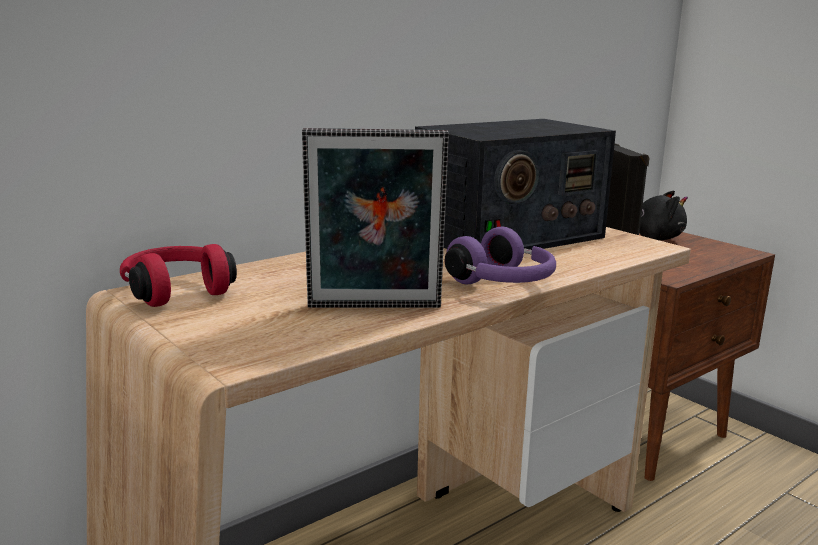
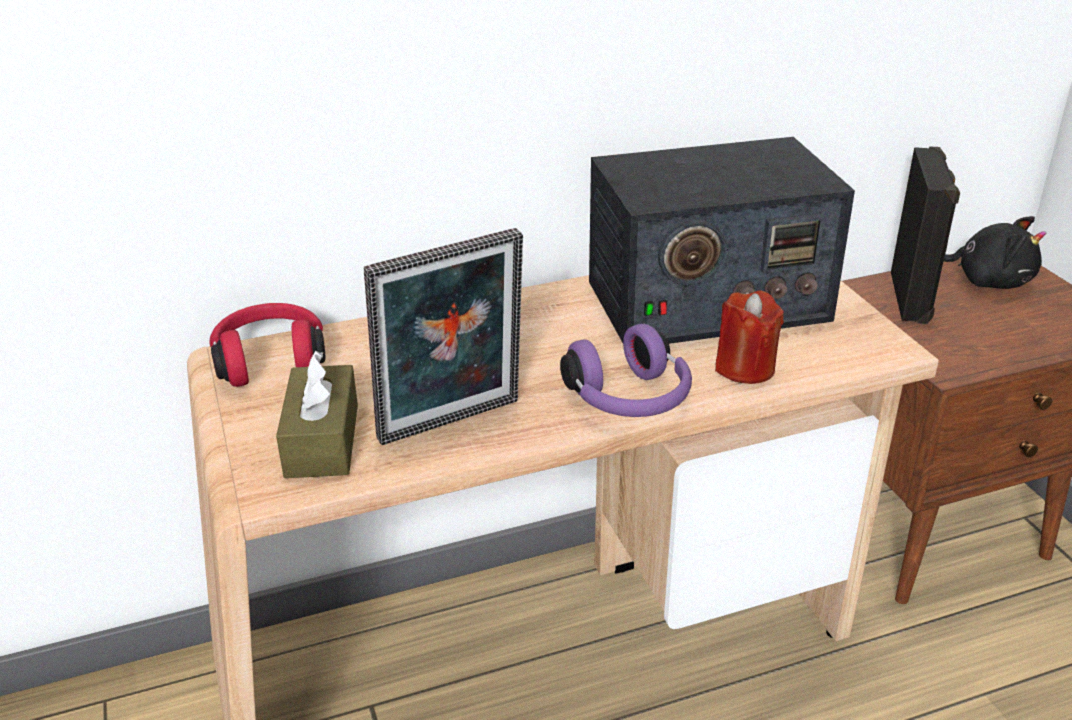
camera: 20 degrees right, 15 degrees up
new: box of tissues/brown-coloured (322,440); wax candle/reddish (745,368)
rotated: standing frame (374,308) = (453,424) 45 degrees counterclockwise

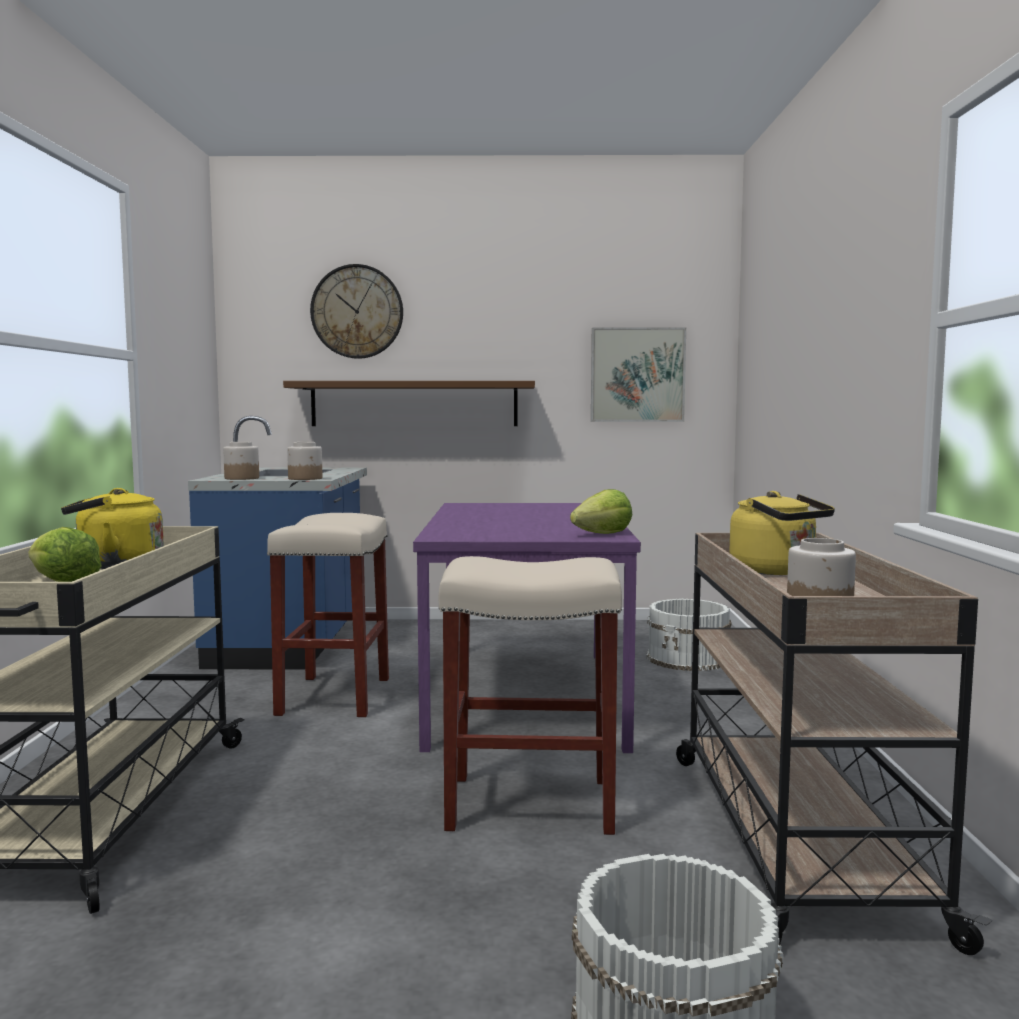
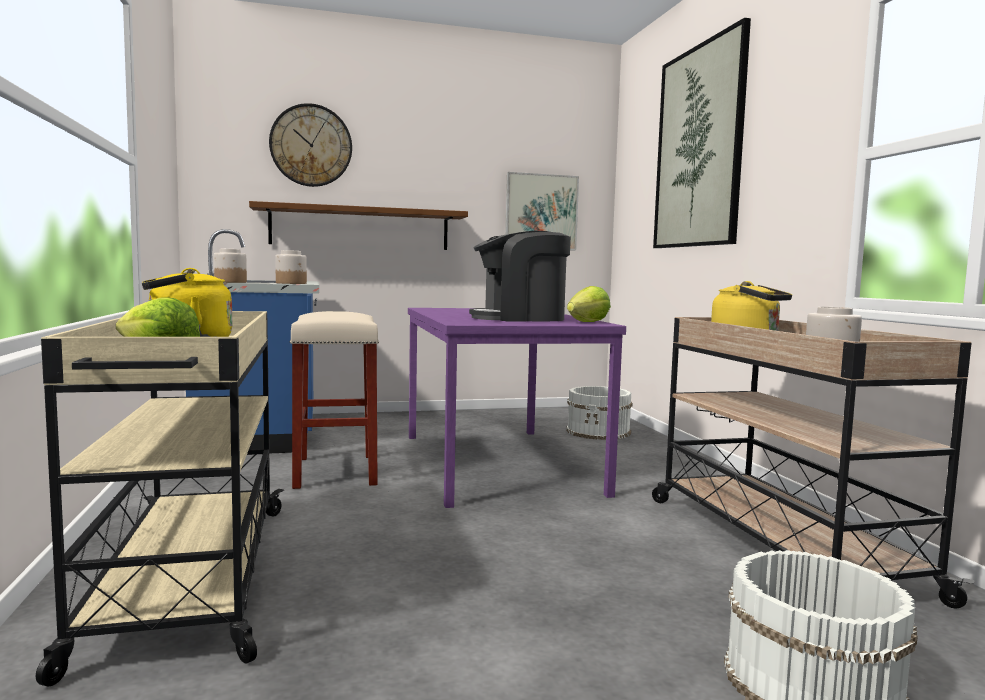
camera: 15 degrees left, 0 degrees up
gone: sitting stool/beige-coloured (527,804)
new: coffee maker (520,318); picture (699,147)

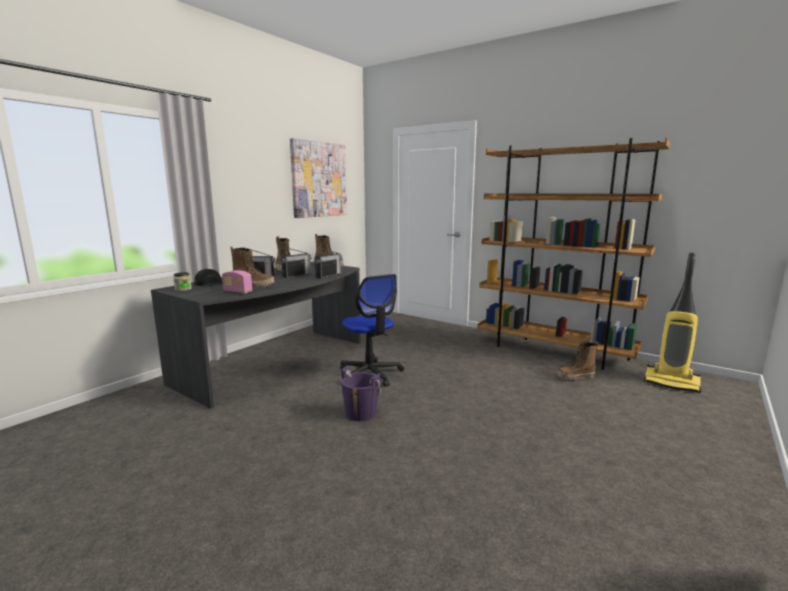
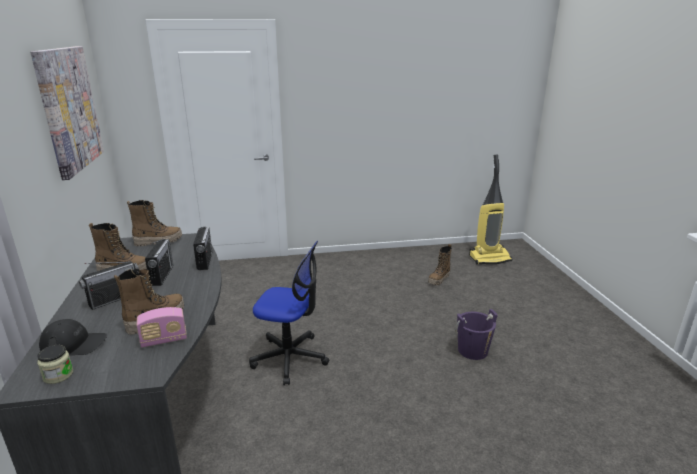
camera: 45 degrees left, 10 degrees up
gone: bookcase/brown-coloured (553,351)
shifted: bucket/purple (361,413) to (472,350)

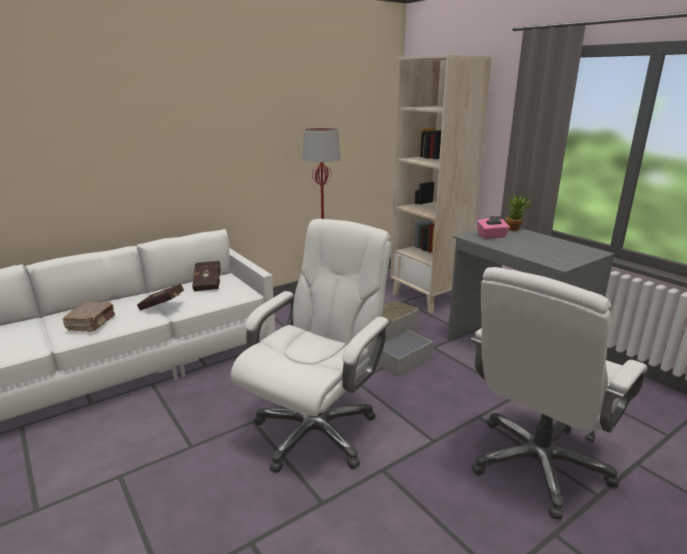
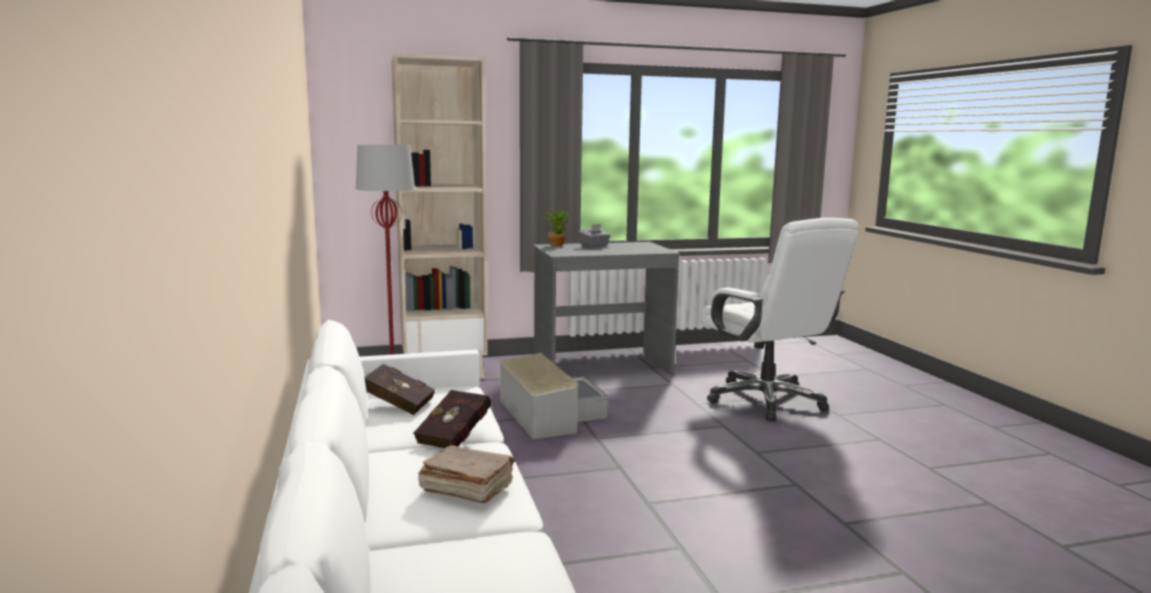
camera: 70 degrees left, 10 degrees down
gone: computer chair/white (316,431); box of tissues/pink-coloured (492,236)
new: box of tissues/gray (594,246)

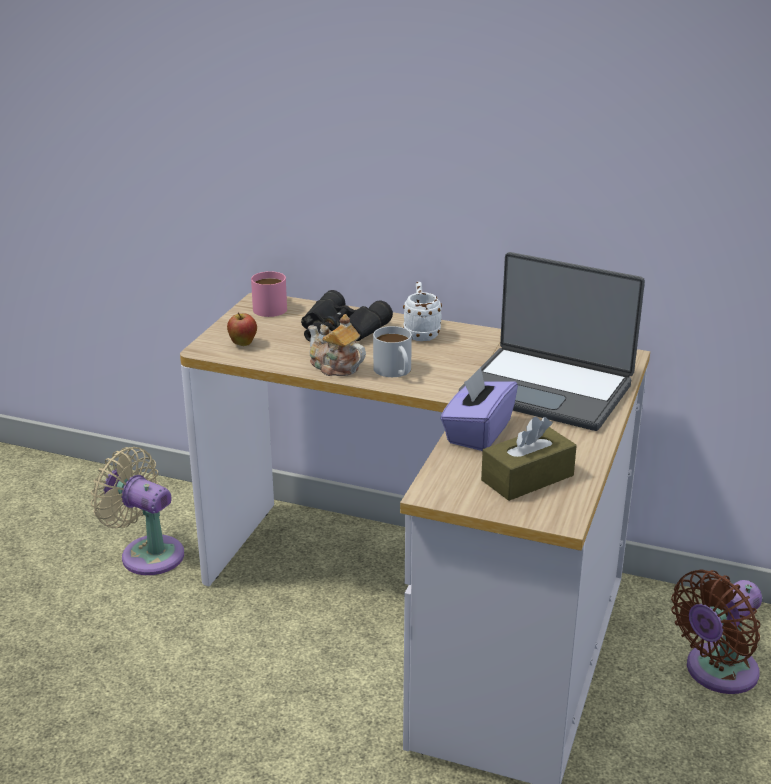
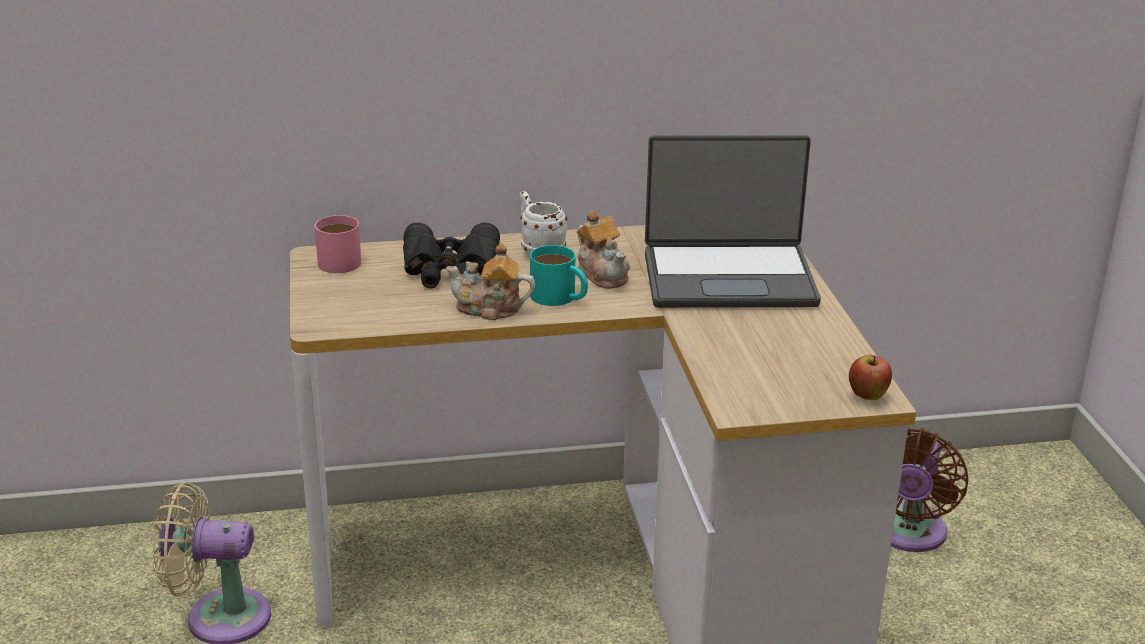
camera: 30 degrees left, 0 degrees up
gone: box of tissues/purple (477,433); box of tissues/brown-coloured (527,478)
new: teapot (603,274)
shifted: apple fruit (243,344) to (867,397)
repainted: mug/white (395,372) to mug/turquoise (560,298)

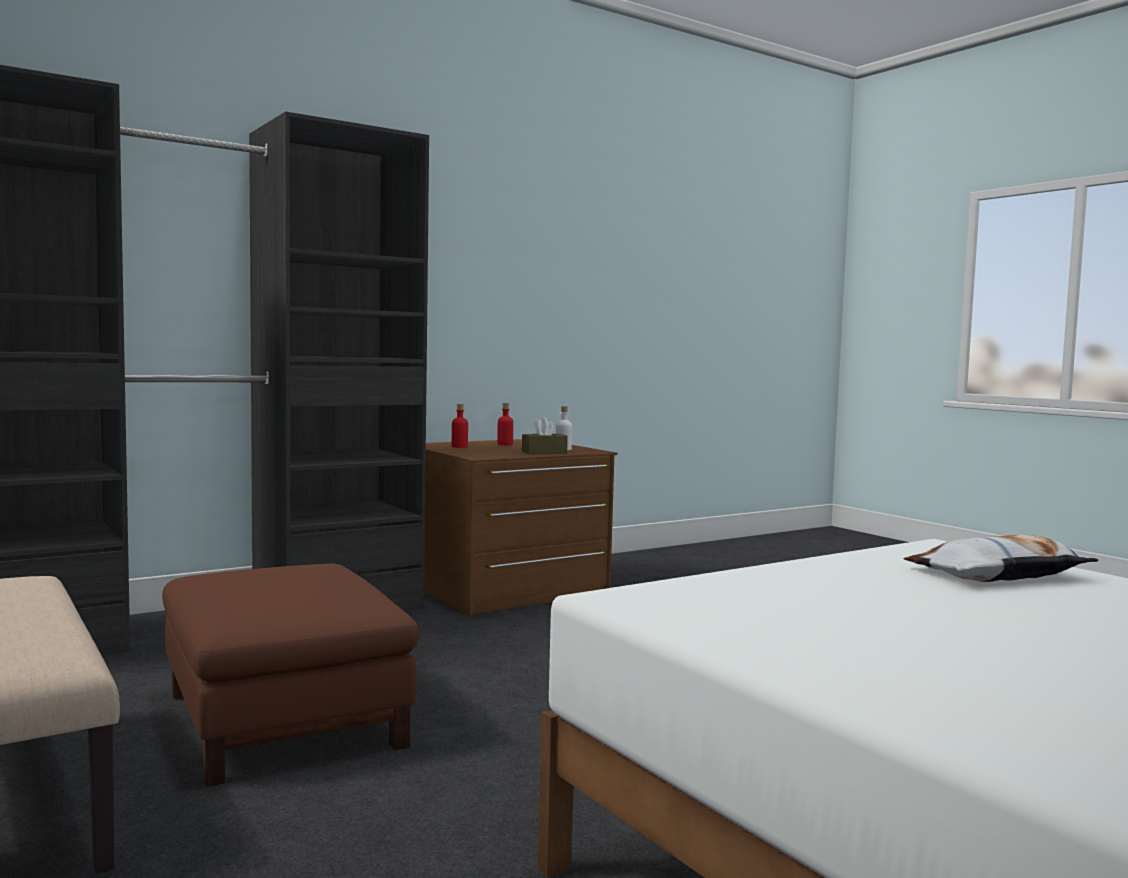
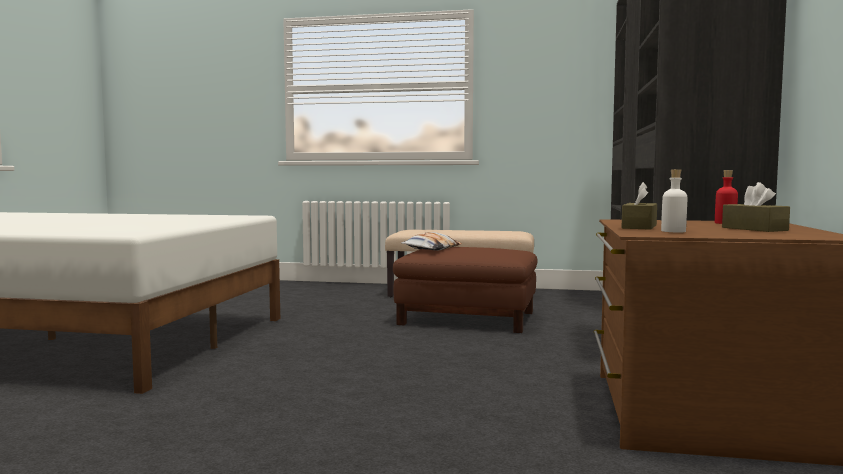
camera: 135 degrees right, 0 degrees up
shifted: throw pillow (997,575) to (432,249)
swapped: bottle/reddish (505,444) to box of tissues/brown-coloured (754,229)

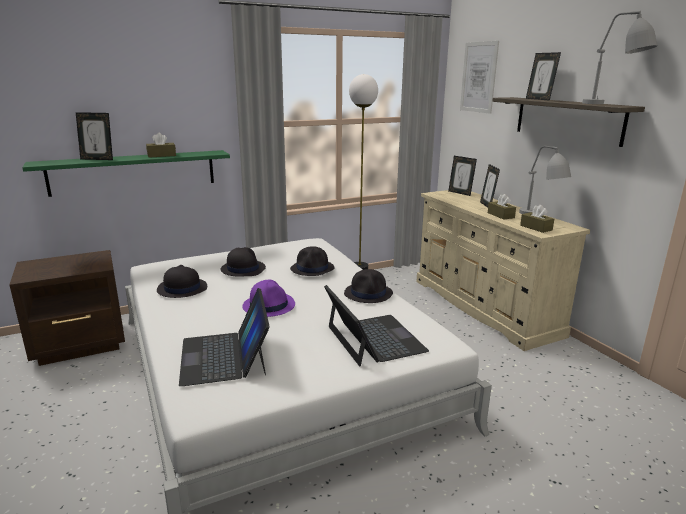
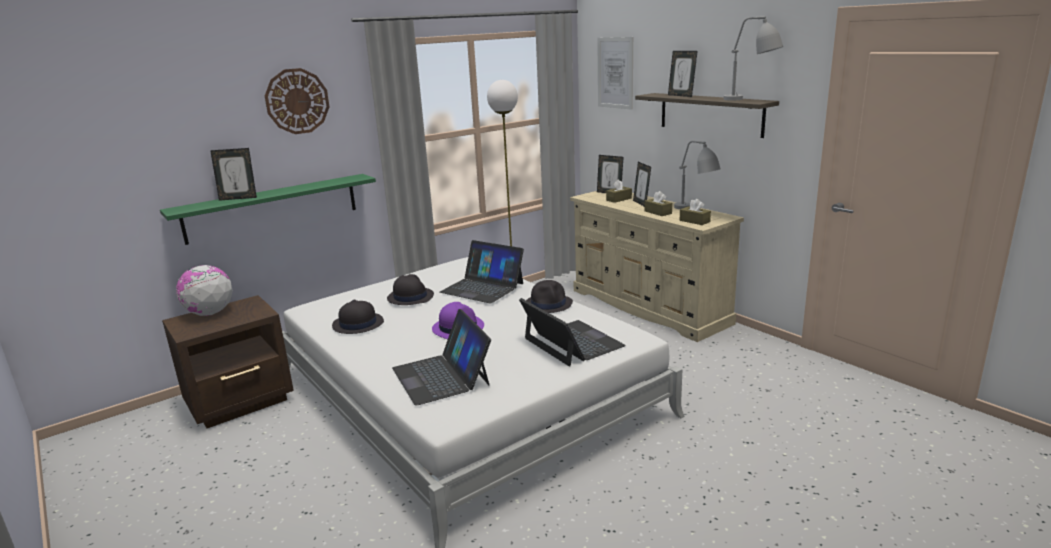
camera: 10 degrees left, 0 degrees up
new: desk globe (209,313); clock on the wall (297,101)
shifted: box of tissues/brown-coloured (161,155) to (619,199)
swapped: clothing hat/black-coloured (312,268) to portable computer (482,287)

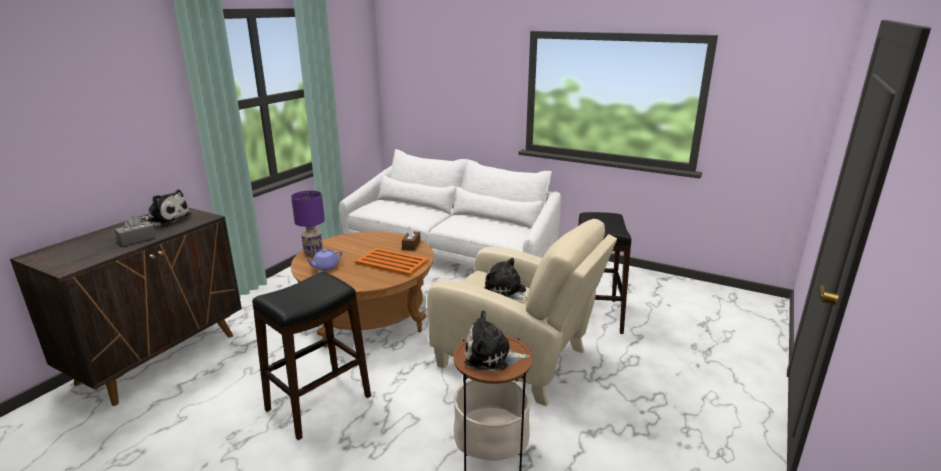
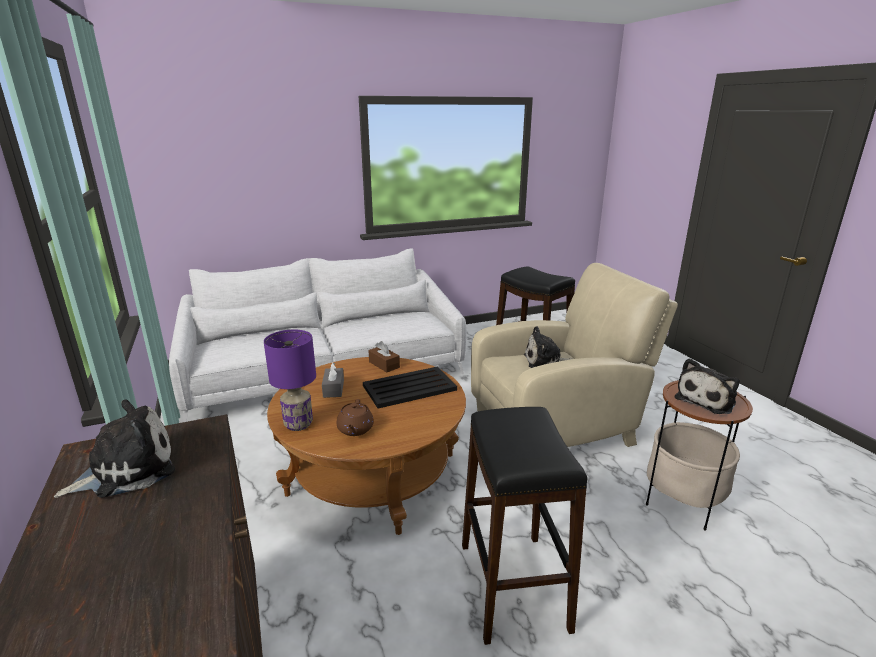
camera: 50 degrees left, 0 degrees up
shifted: box of tissues/gray (137,239) to (333,388)
repainted: teapot/purple (325,267) to teapot/brown-coloured (355,429); serving tray/orangey (391,262) to serving tray/black-coloured (408,388)

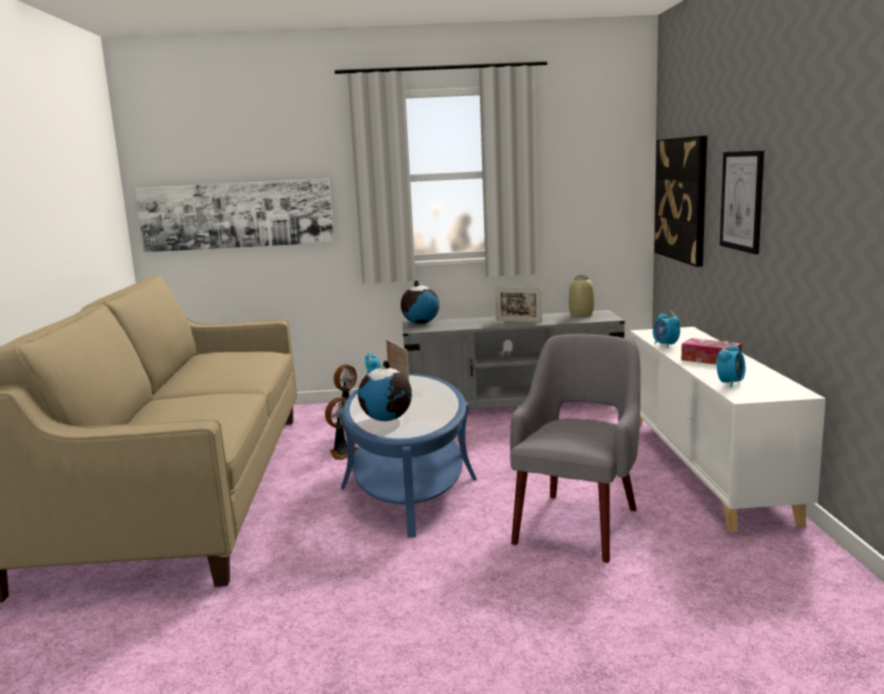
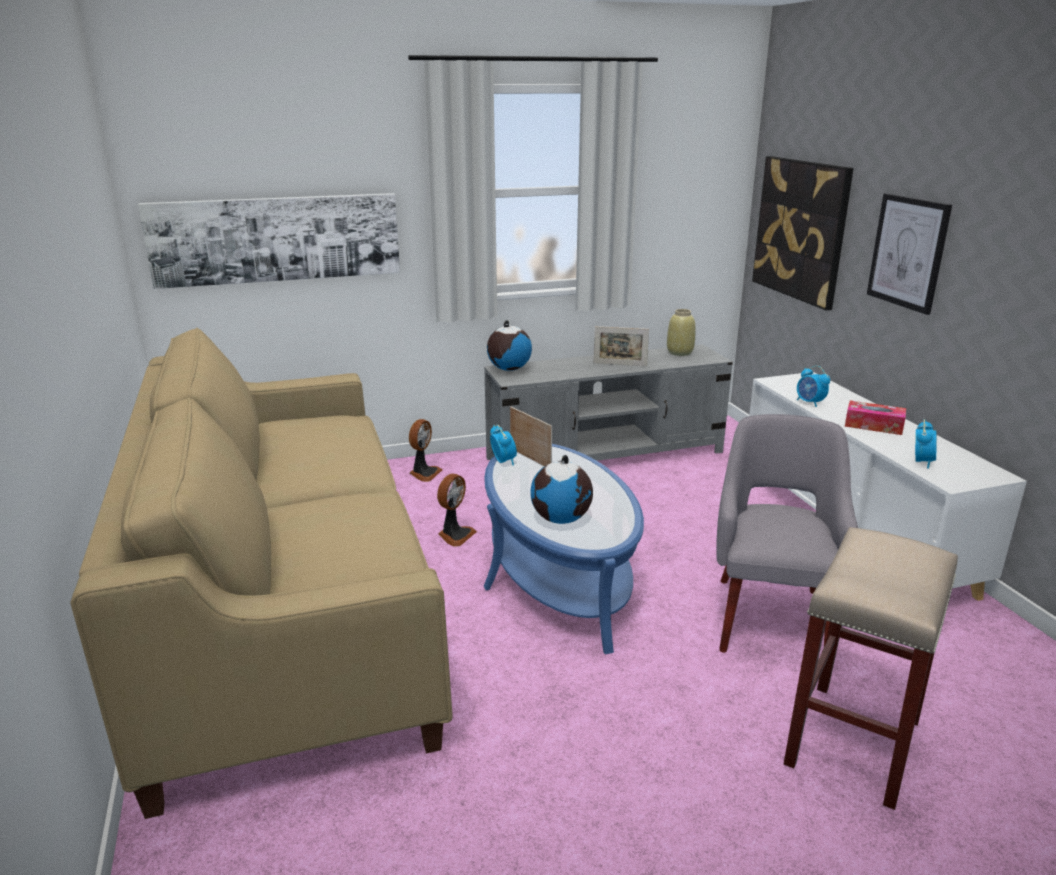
camera: 15 degrees left, 10 degrees up
new: sitting stool/beige-coloured (852,740)

